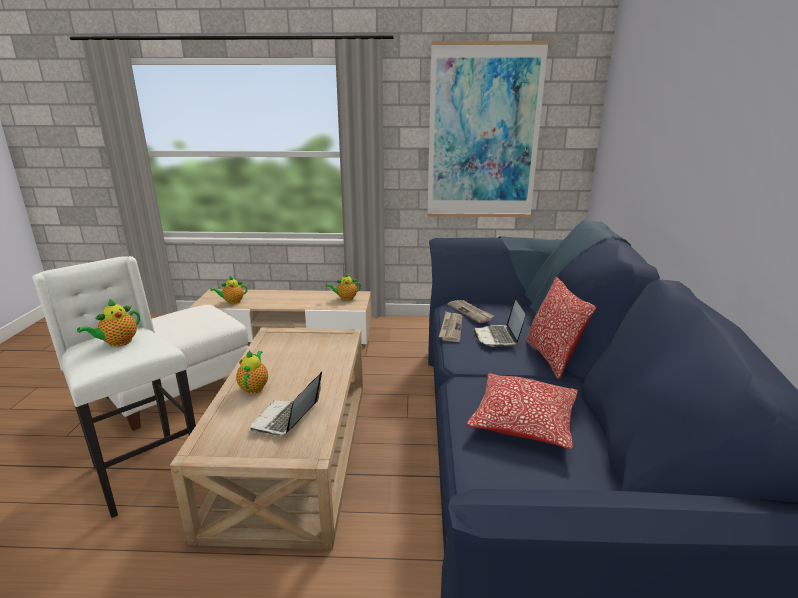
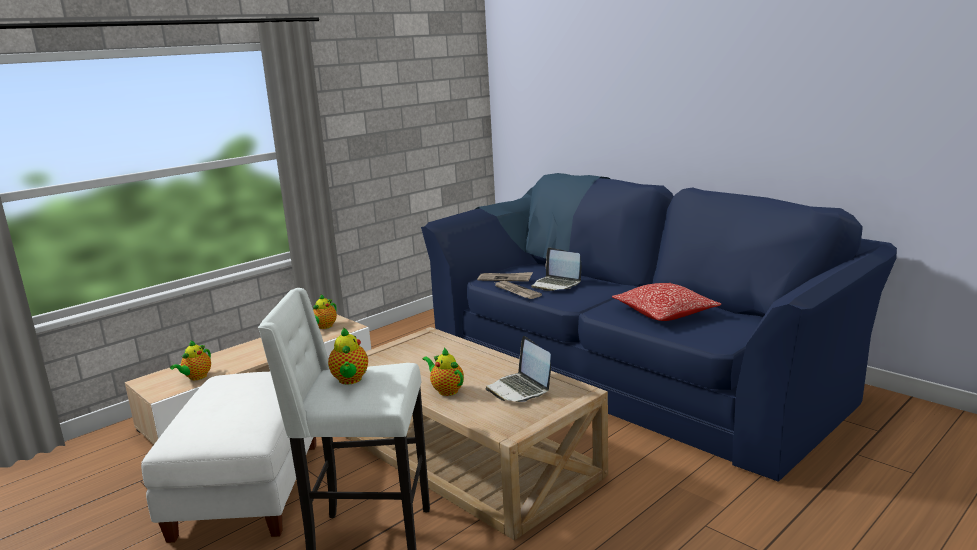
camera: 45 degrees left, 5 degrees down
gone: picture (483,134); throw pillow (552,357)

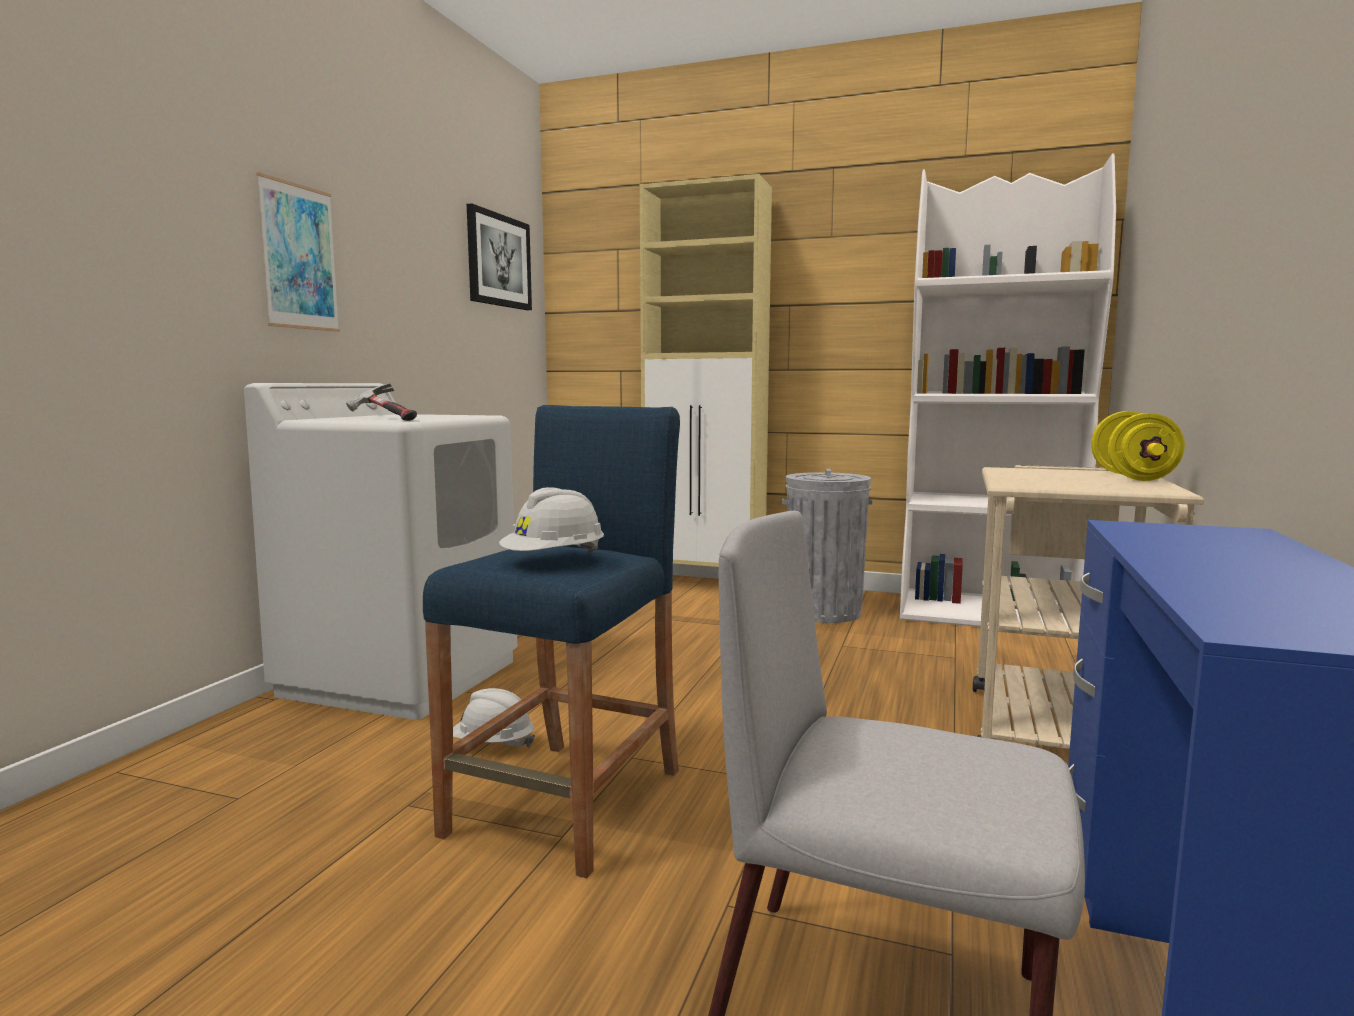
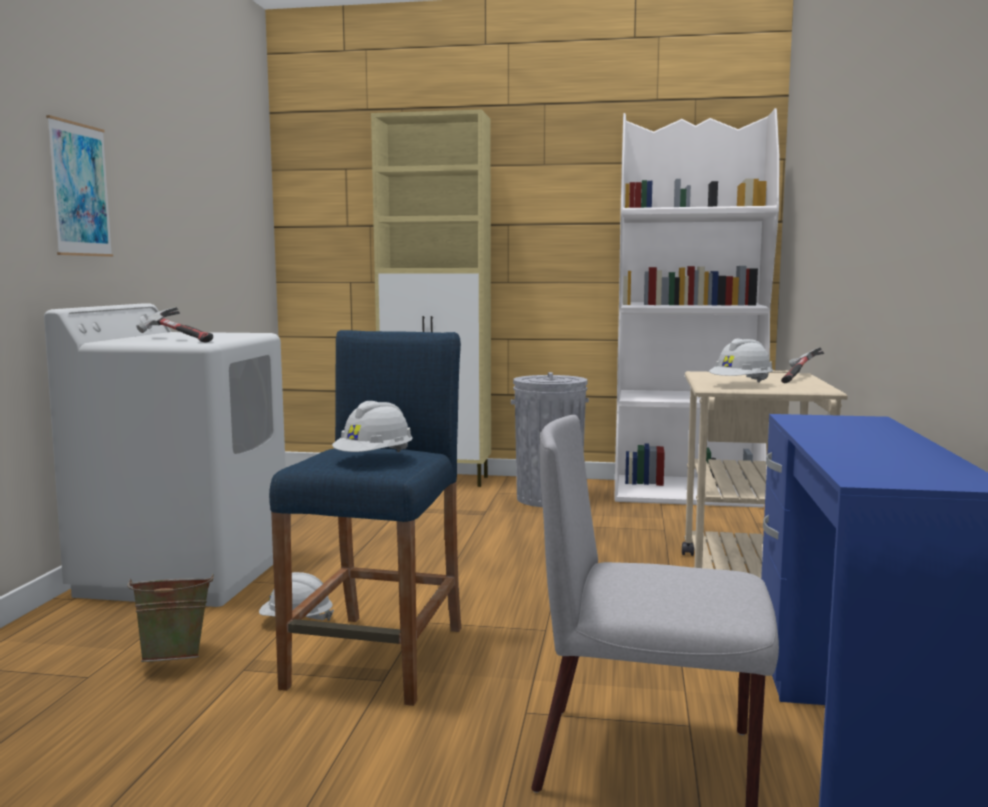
camera: 10 degrees left, 0 degrees up
gone: picture (498,260)
new: bucket/greenish (175,659); hard hat/white (741,385)
swapped: free weight/yellow-coloured (1132,477) to hammer (798,378)

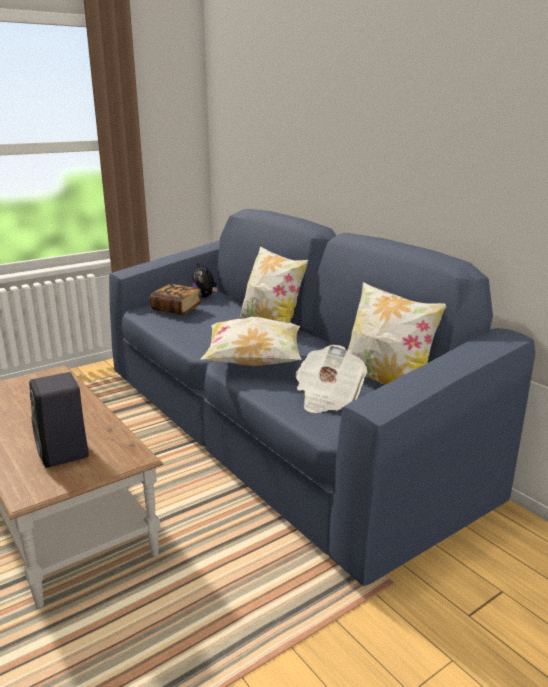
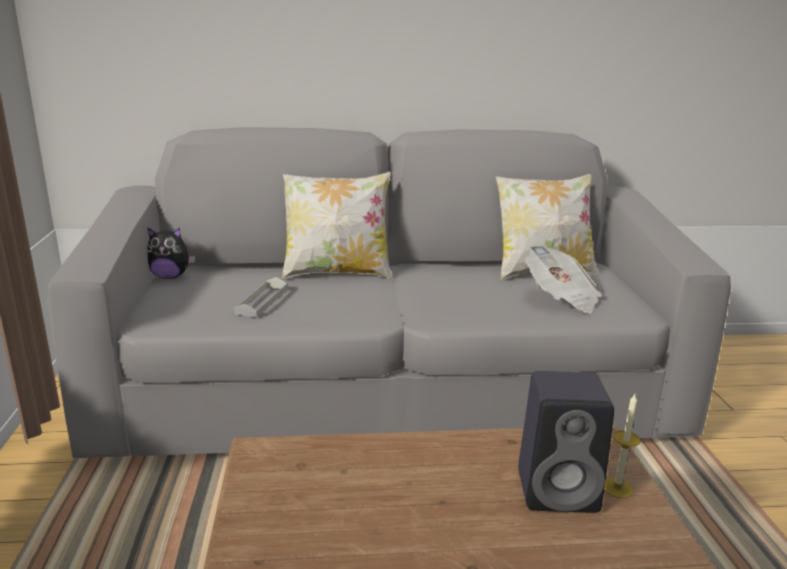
camera: 60 degrees left, 0 degrees up
gone: bound book (177,309); throw pillow (253,363)
new: serving tray/gray (262,301); wax candle (617,488)
repainted: settee/blue (275,429) to settee/gray (390,393)

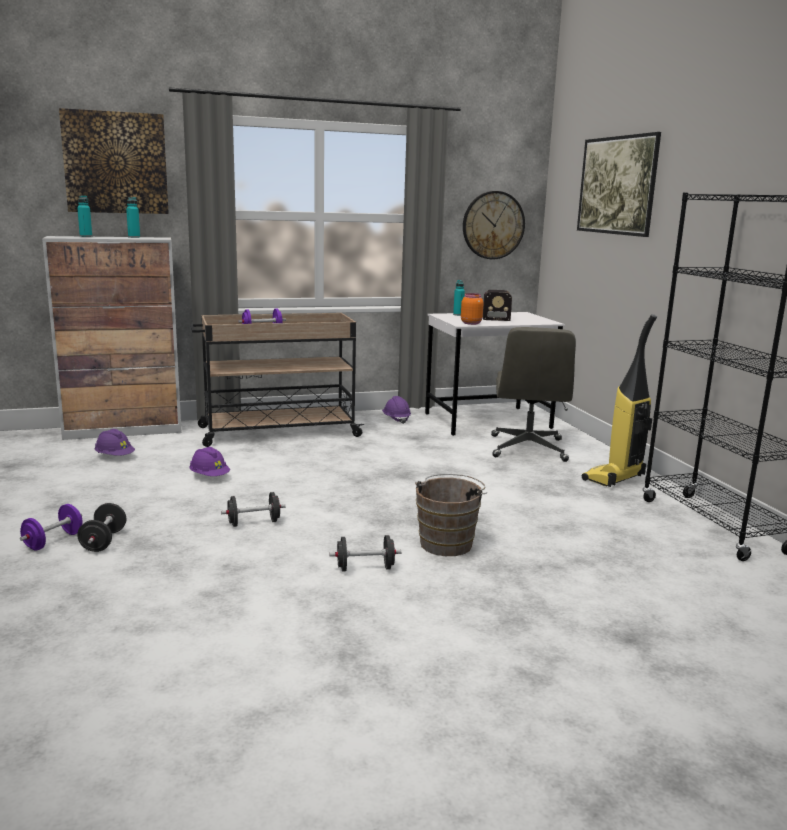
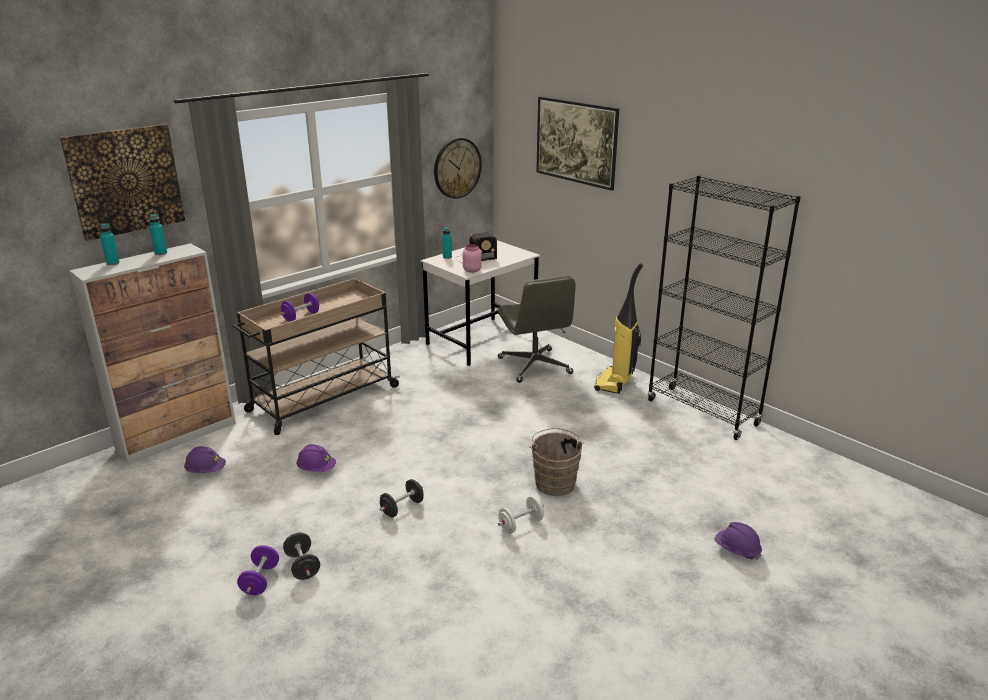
camera: 25 degrees left, 10 degrees up
shifted: hard hat/purple (396,419) to (736,550)
repainted: free weight/black-coloured (365,568) to free weight/white (521,524); preserve jar/orangey (471,323) to preserve jar/pink-coloured (471,270)

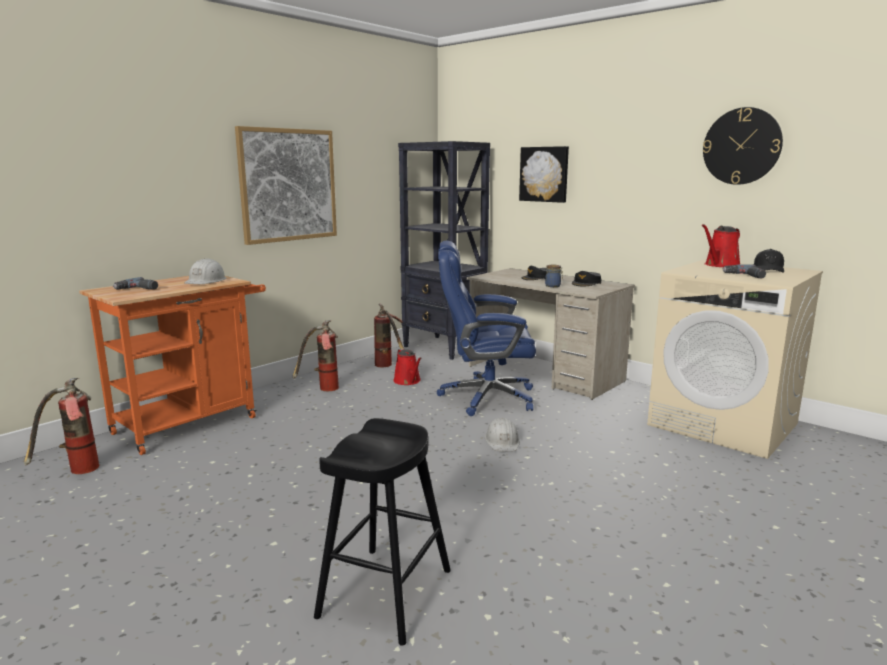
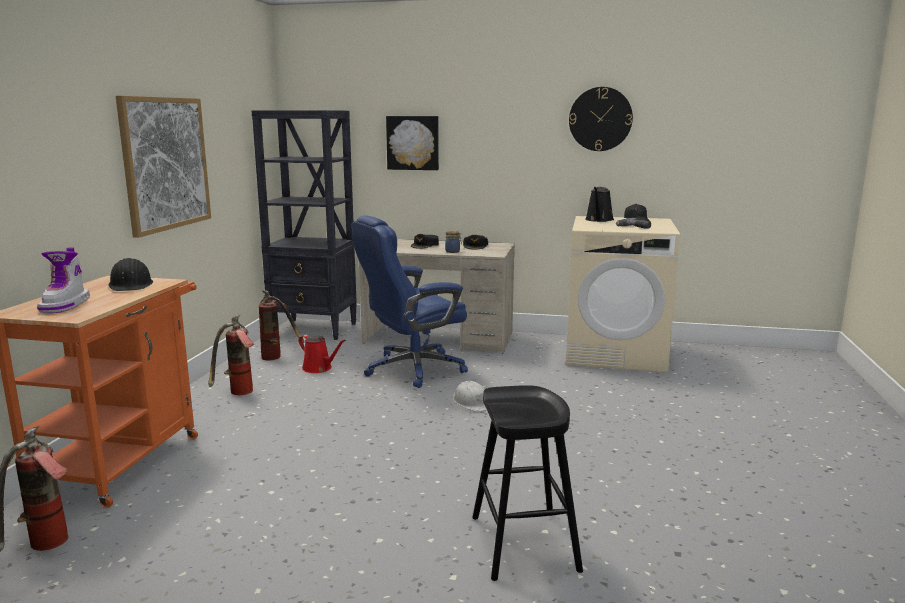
camera: 30 degrees left, 0 degrees up
swapped: electric drill (137,289) to tall boot (66,305)
repainted: hard hat/white (206,281) to hard hat/black-coloured (131,285); watering can/reddish (720,265) to watering can/black-coloured (599,220)

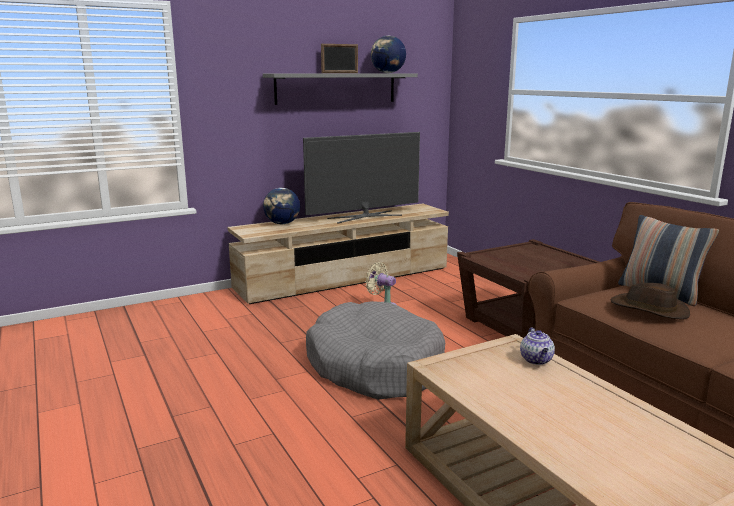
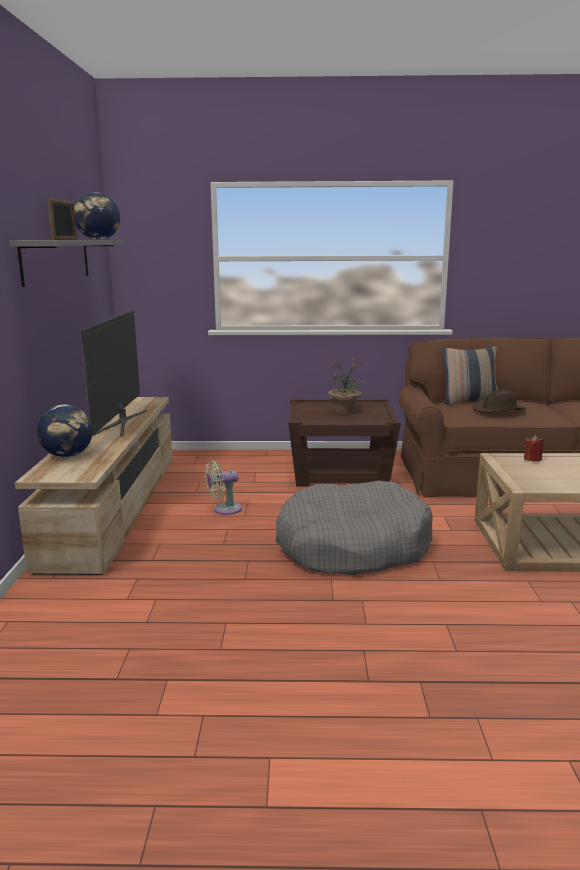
camera: 60 degrees left, 0 degrees up
new: plant in a pot (344,411)
swapped: teapot (537,360) to wax candle/reddish (532,459)

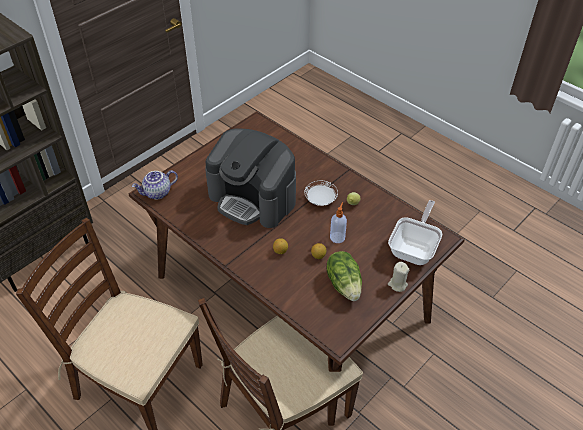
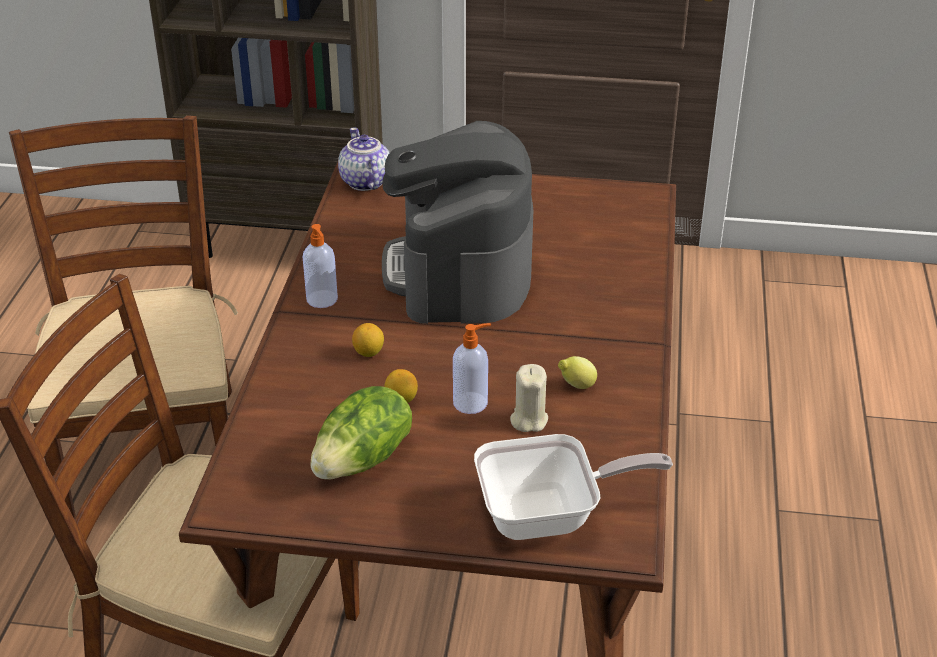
camera: 55 degrees right, 10 degrees down
gone: flat dish/white (320,199)
new: liquid soap bottle (322,300)
shifted: wax candle/beige-coloured (397,284) to (528,420)
rotated: teapot (157,193) = (364,182) 45 degrees clockwise

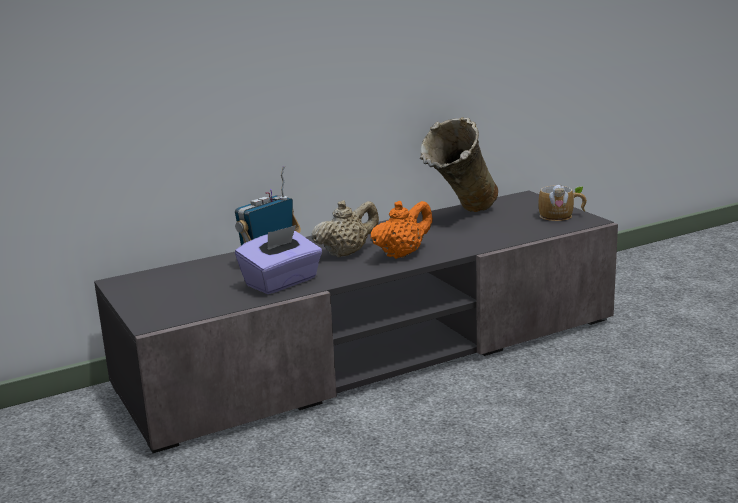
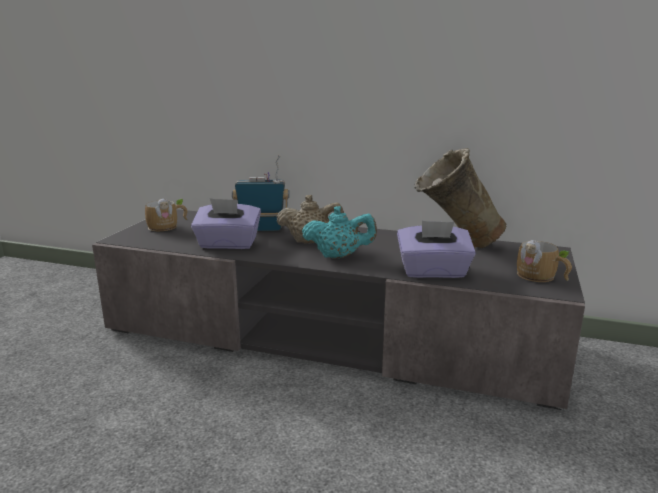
camera: 45 degrees right, 0 degrees up
new: mug (168,226); box of tissues/purple (433,272)
repainted: teapot/orangey (402,254) to teapot/turquoise (339,256)

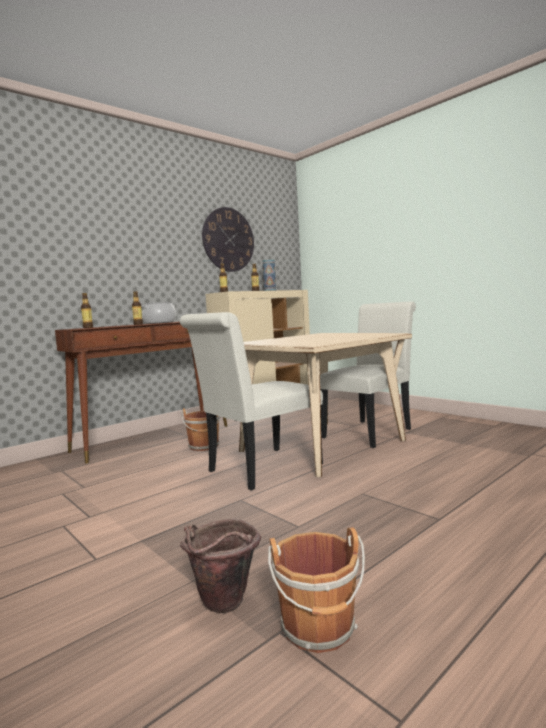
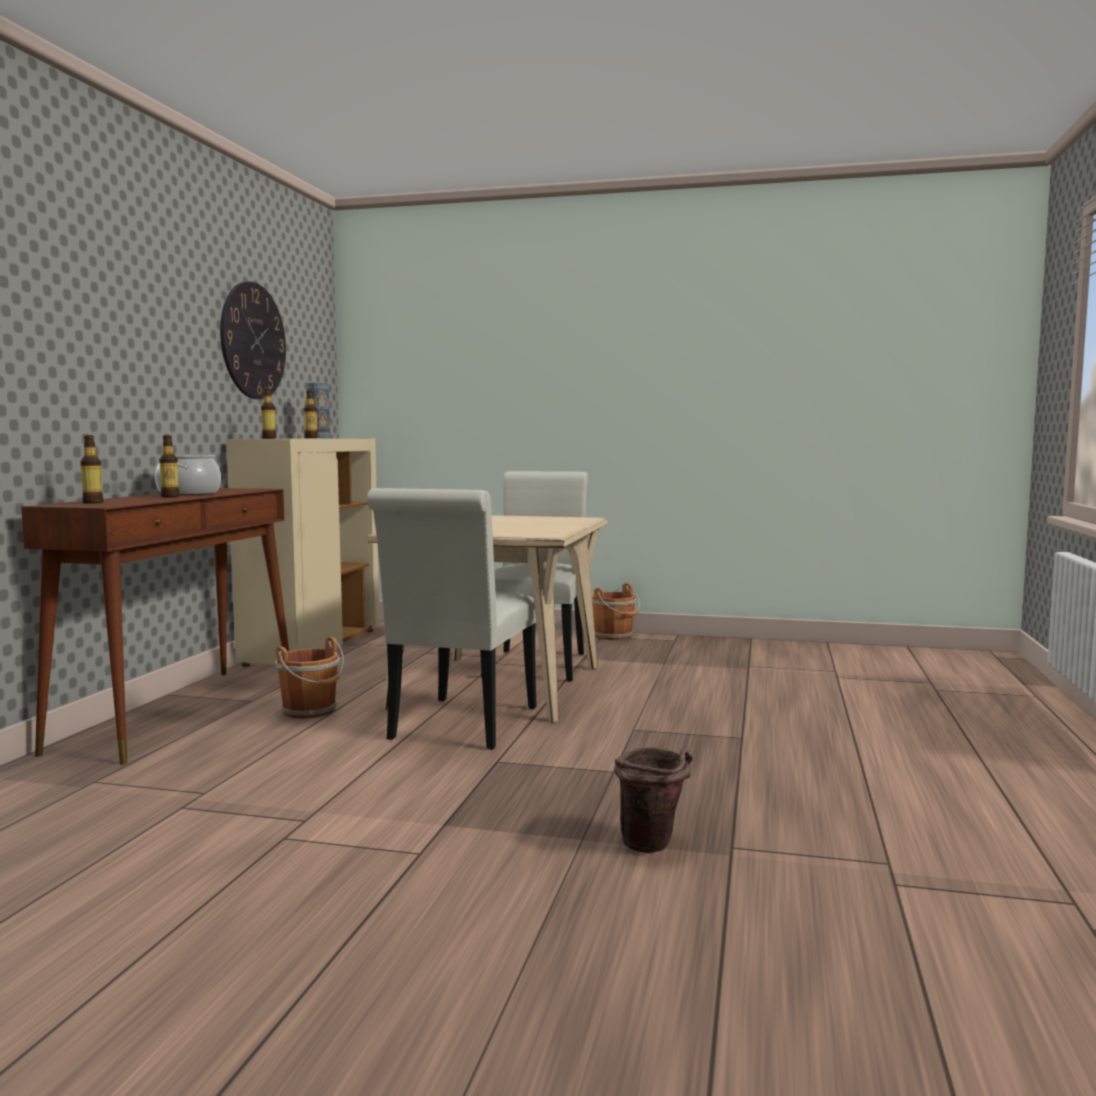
camera: 35 degrees left, 0 degrees up
shifted: bucket/brown-coloured (319,629) to (614,636)

